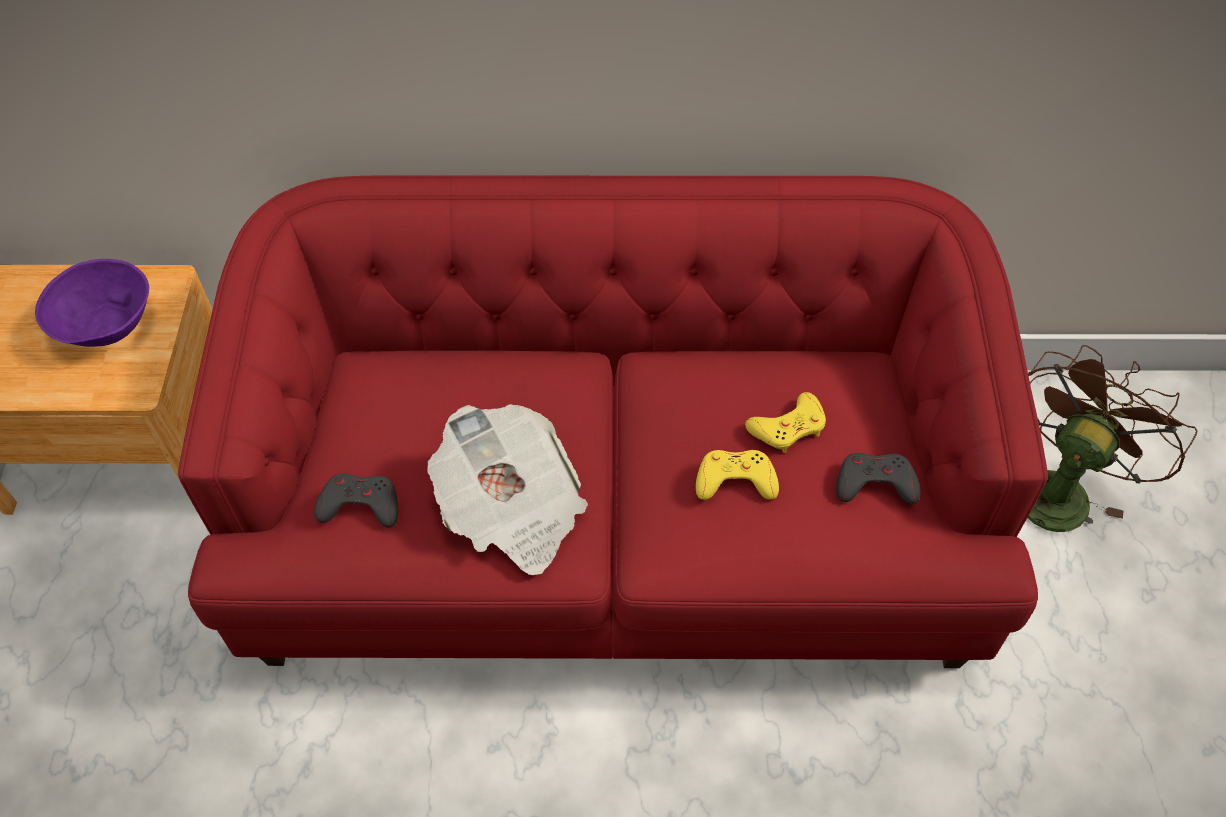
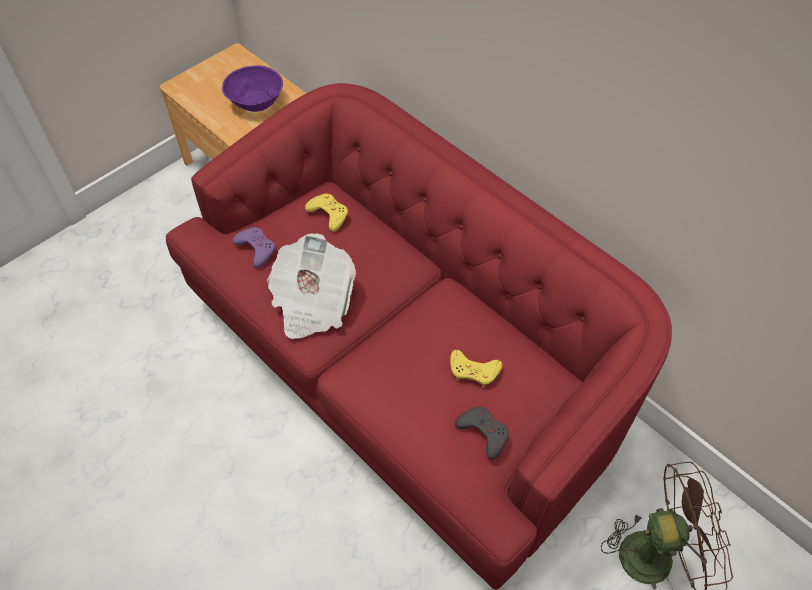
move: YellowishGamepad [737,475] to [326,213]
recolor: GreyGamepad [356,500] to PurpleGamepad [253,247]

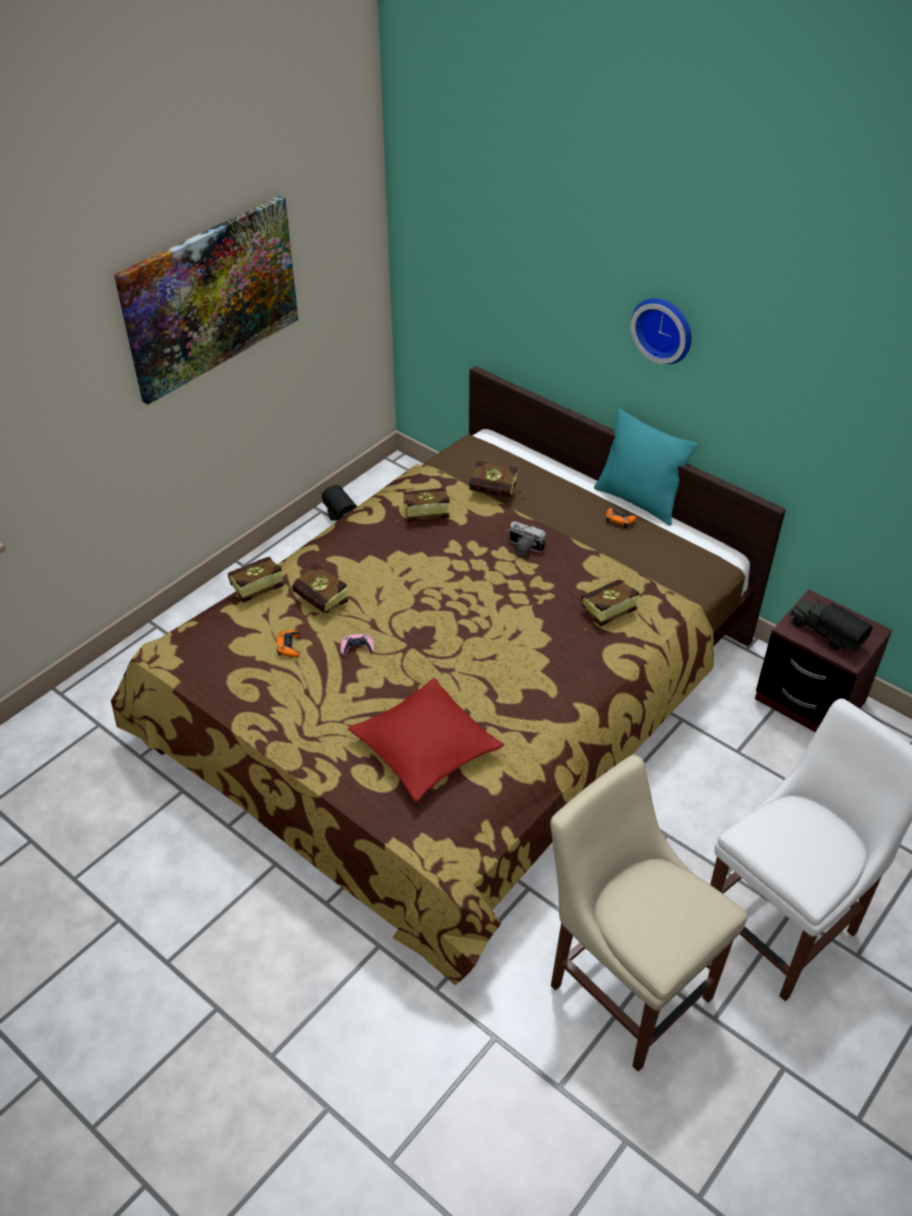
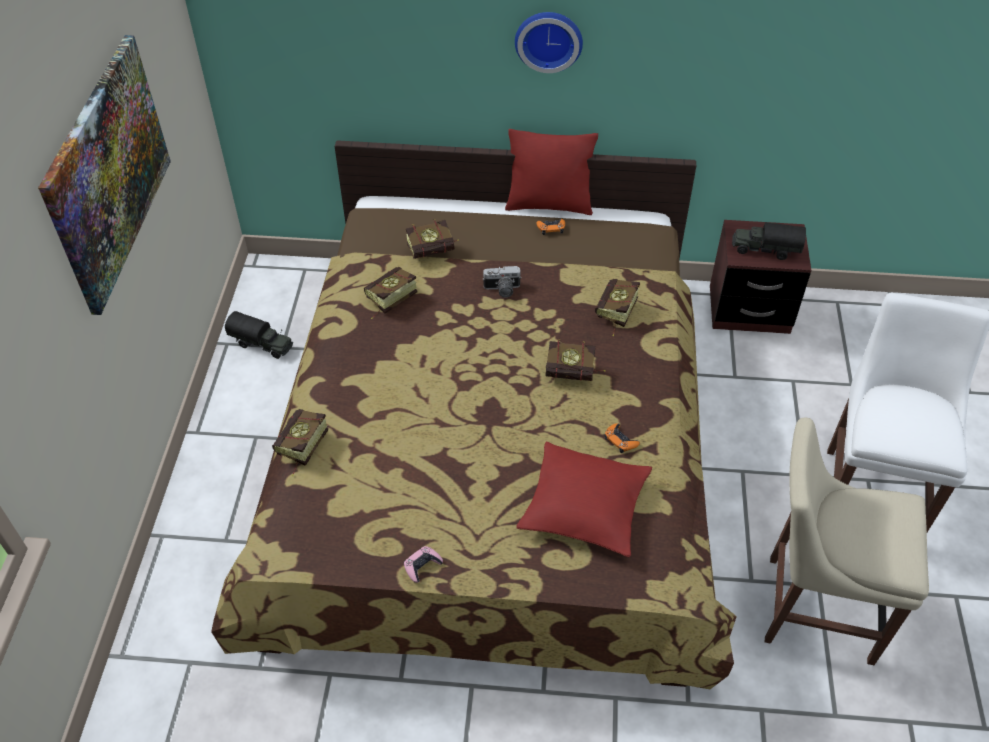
move: PinkGamepad [357,645] to [423,564]; BoundBook [322,588] to [575,360]; OrangeGamepad [288,643] to [622,438]
recolor: BlueGreenPillow [646,467] to RedColouredPillow [551,172]

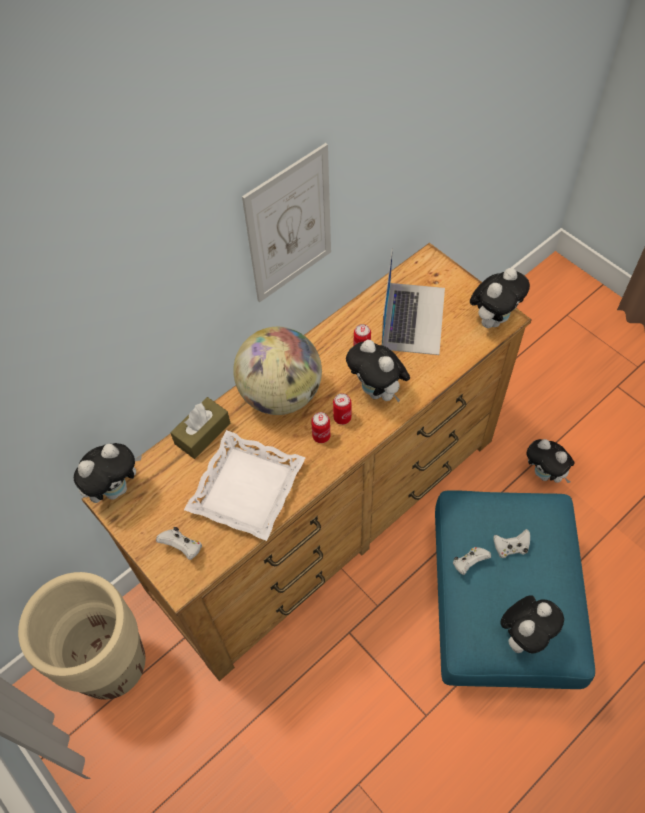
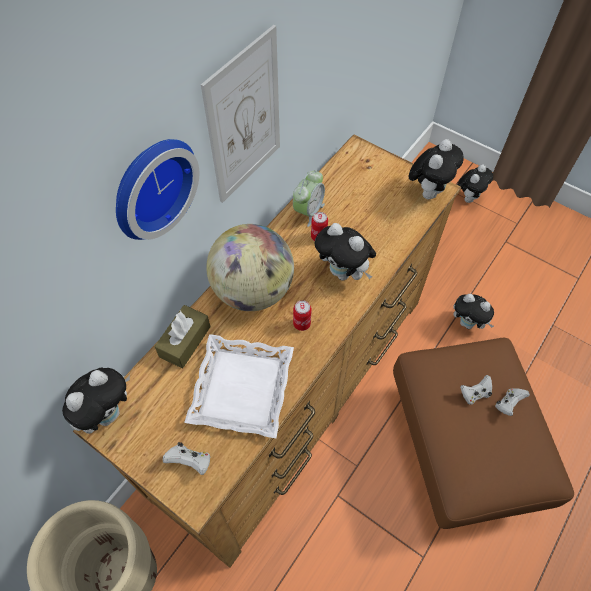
delete: SealedCan [342,409]; Laptop [413,301]
insert: WallClock [157,189]; TableClock [309,198]
move: CuddlyToy [532,624] to [475,183]; WhiteColouredGamepad [472,561] to [512,402]
recolor: BlueColouredFootrest [515,589] to BrownishFootrest [483,433]

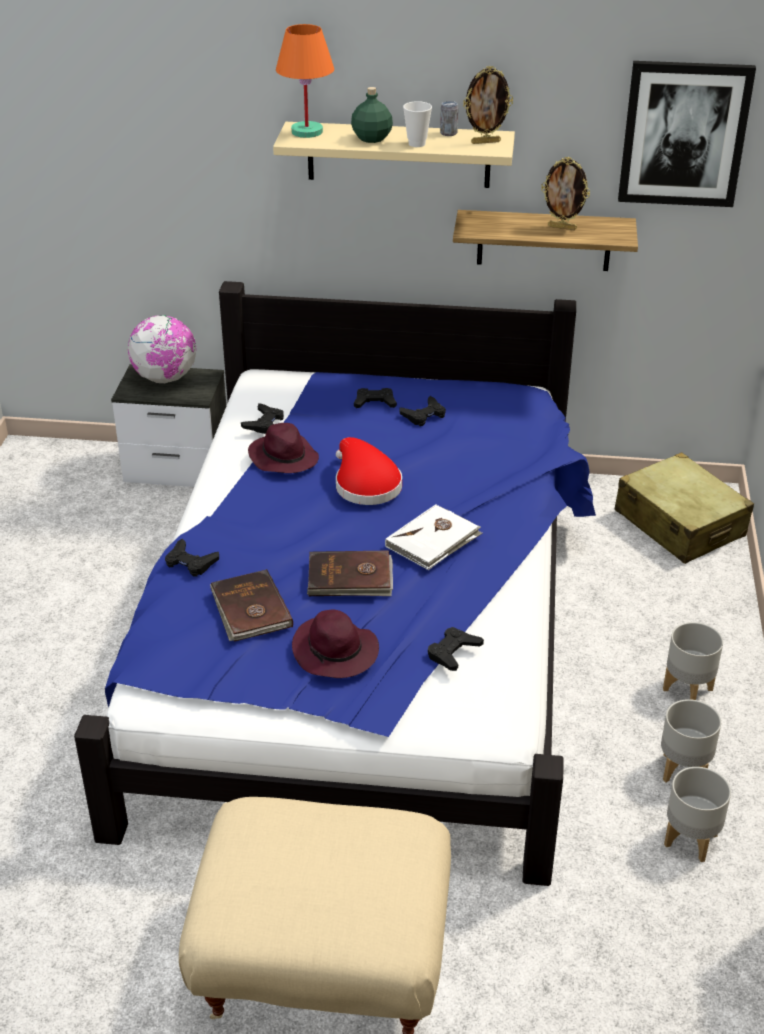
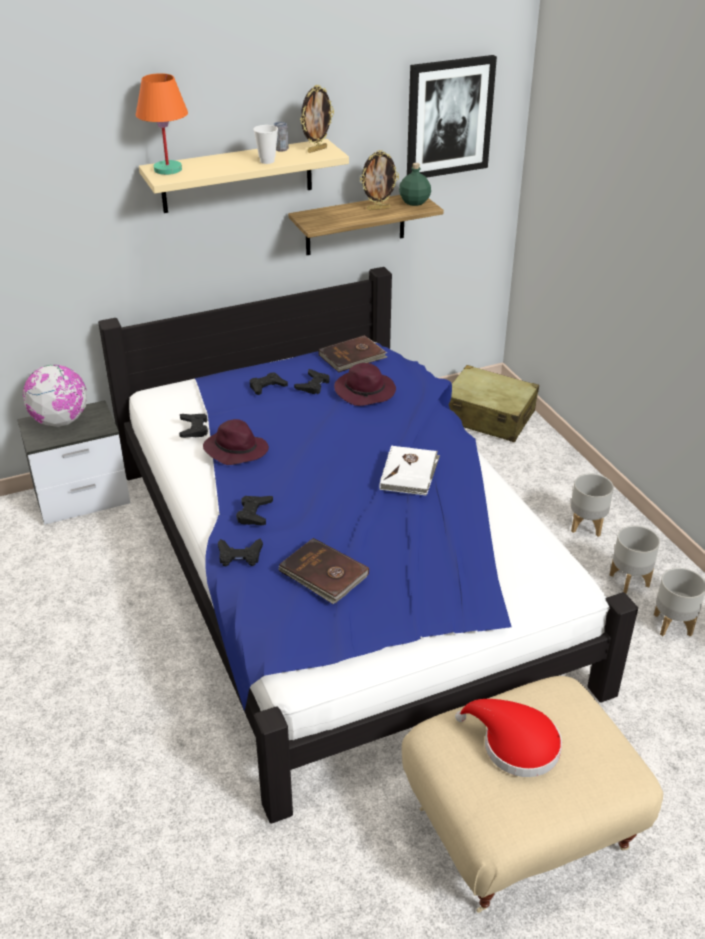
move: BlackishGamepad [456,649] to [254,511]; BrownishBoundBook [350,573] to [352,353]; PurpleClothingHat [335,644] to [365,384]; GreenColouredDrinkBottle [372,115] to [415,184]; RedColouredClothingHat [369,471] to [508,738]

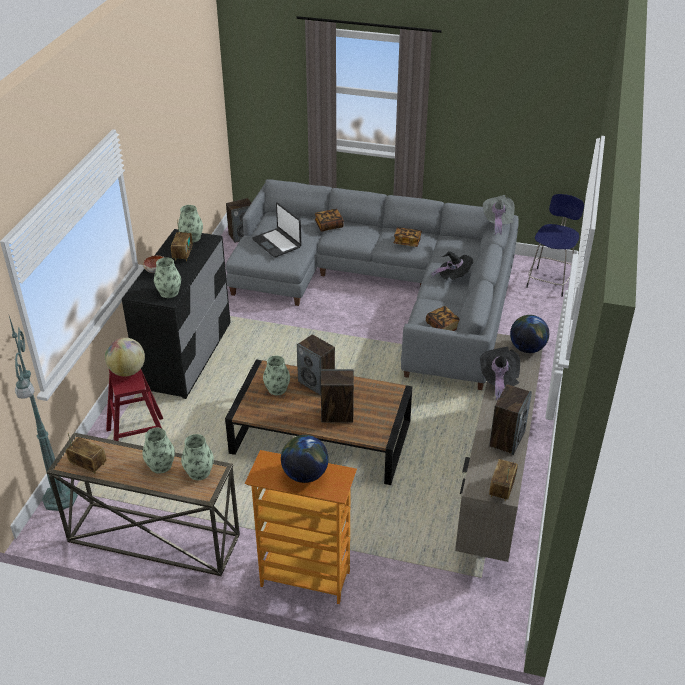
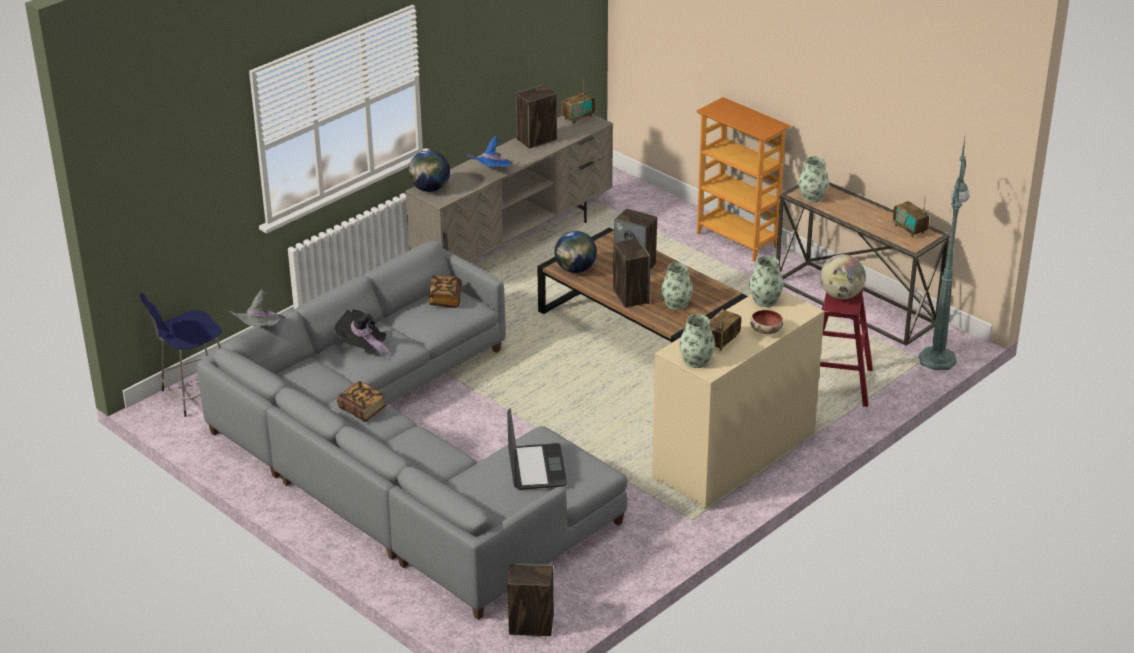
delete: FlowerVase [158,451]; BoundBook [329,220]
move: DeskGlobe [305,459] to [576,252]
recolor: BlackishClothingHat [500,373] to BlueColouredClothingHat [489,152]; BlackishDresser [176,314] to BeigeDresser [738,399]

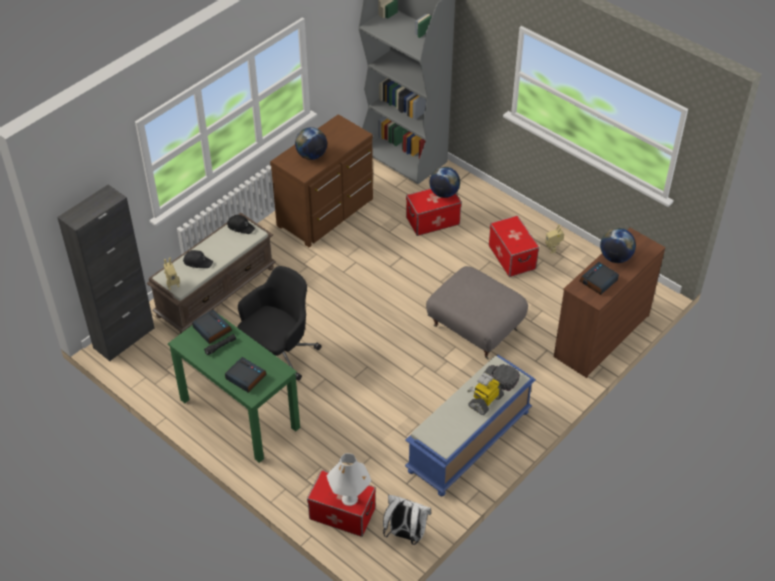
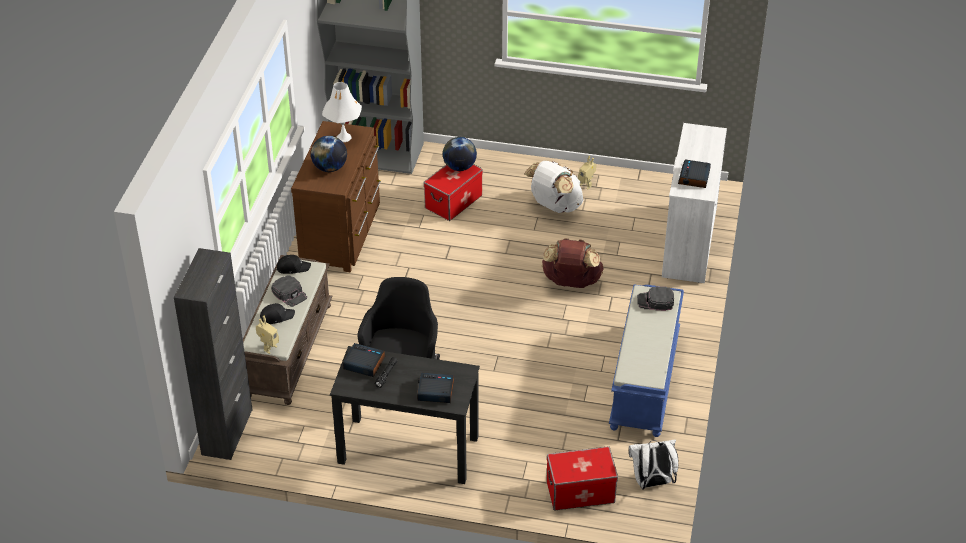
delete: RobotFigure [485,394]; DeskGlobe [618,245]
insert: BlackishBaseballCap [289,291]
move: WhiteColouredTableLamp [349,479] to [342,112]
replace: StorageBox [514,246] to WhiteColouredRucksack [554,187]; GreyFootrest [477,312] to BrownishRucksack [573,263]
recolor: GreenColouredDesk [234,387] to BlackishDesk [405,415]; BrownishDresser [610,303] to WhiteColouredDresser [694,203]

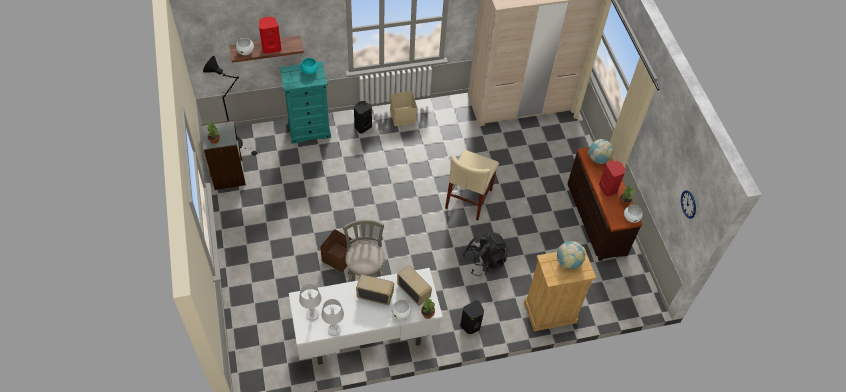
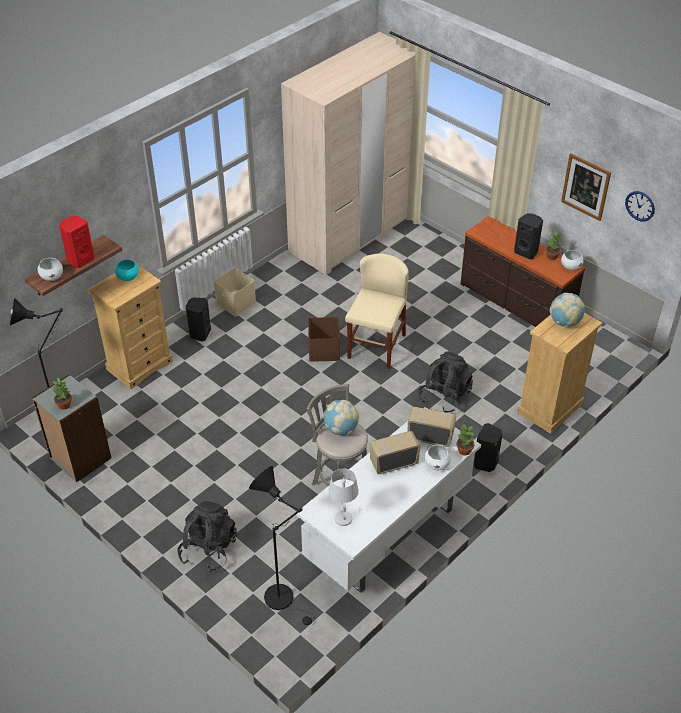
delete: WhiteColouredTableLamp [332,317]
insert: BlackishRucksack [207,536]; BlackishStandardLamp [282,545]; WallPicture [586,187]
move: BrownishStorageBox [337,250] to [324,339]; DeskGlobe [600,151] to [341,418]
recolor: BlueGreenDresser [305,102] to BeigeDresser [130,326]; RedColouredAudioSpeaker [612,178] to BlackishAudioSpeaker [528,236]
rotate: BeigeUprightChair [472,185] = [377,311] 150 degrees counterclockwise

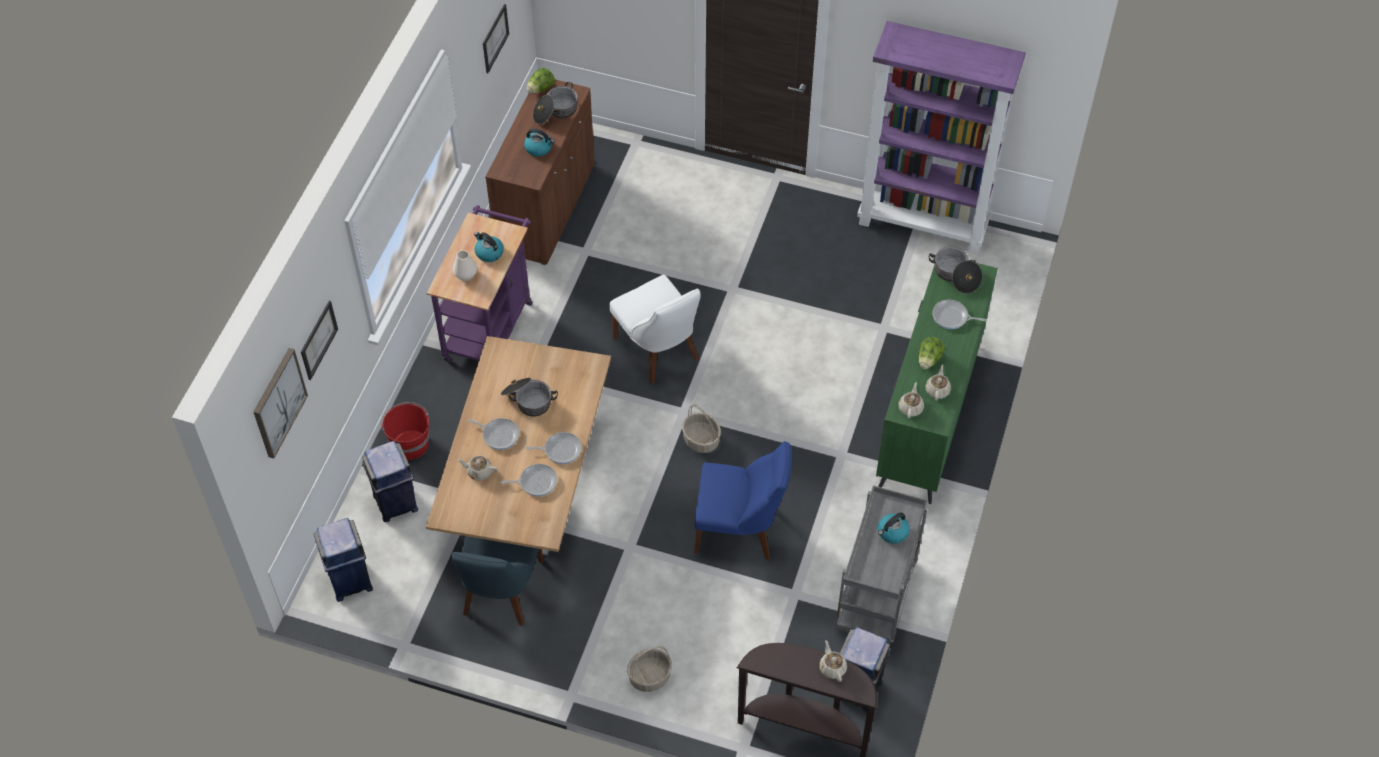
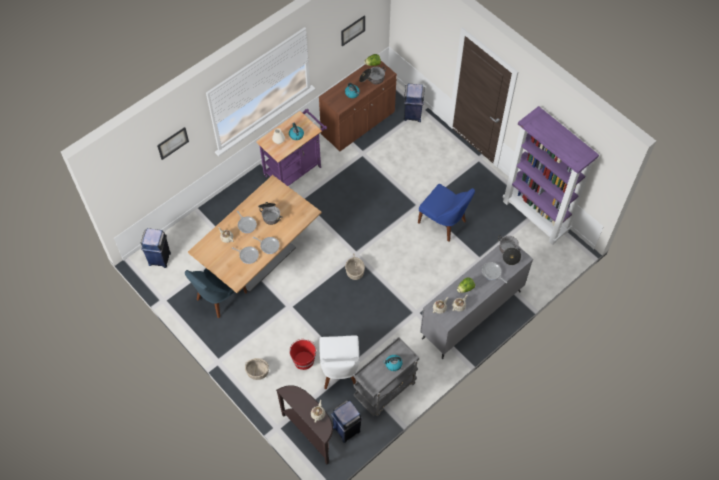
delete: WallPicture [281,403]
move: RedColouredWaterBucket [405,431] to [303,354]; WhiteColouredUprightChair [655,329] to [339,362]; BlueColouredTrashCan [390,481] to [414,103]; BlueColouredUprightChair [742,500] to [446,213]
recolor: GreenColouredDresser [937,383] to GreyDresser [476,301]

